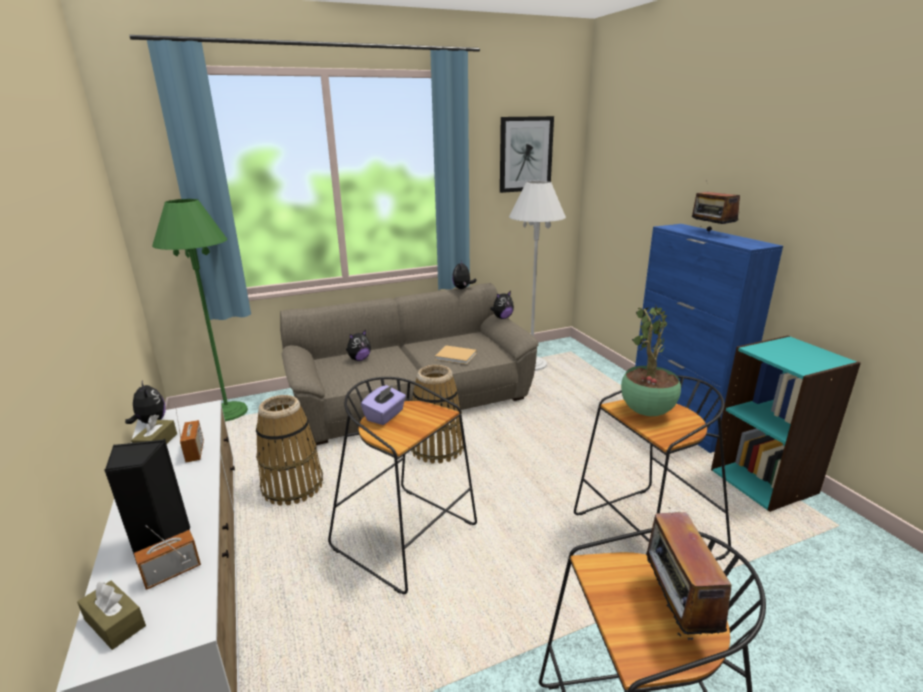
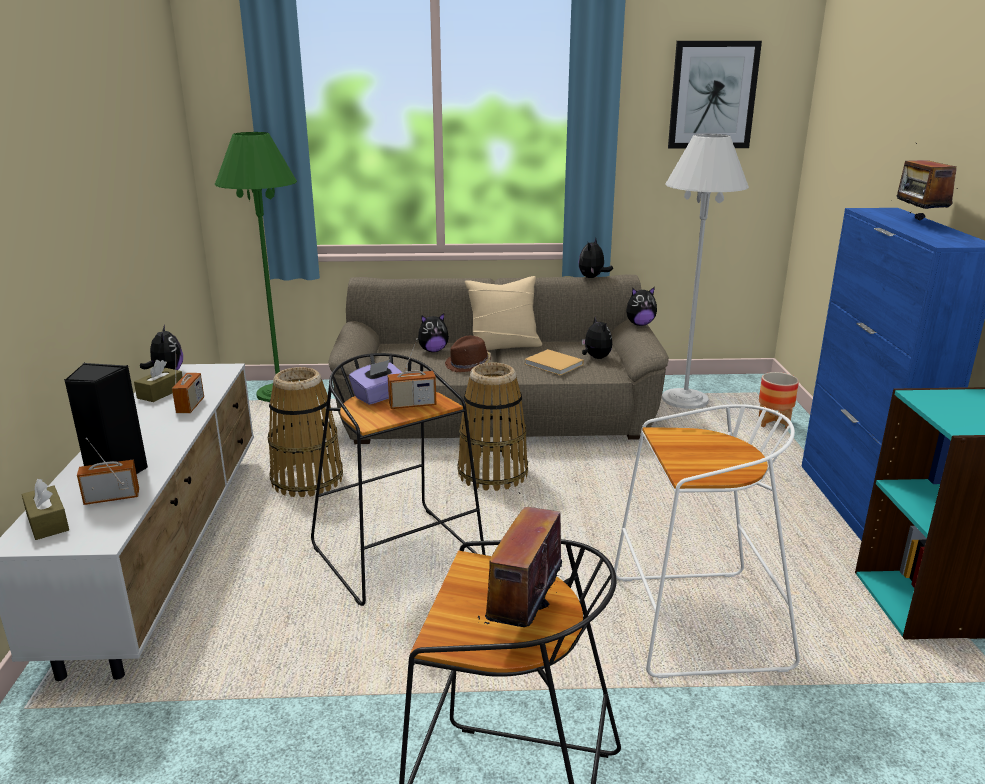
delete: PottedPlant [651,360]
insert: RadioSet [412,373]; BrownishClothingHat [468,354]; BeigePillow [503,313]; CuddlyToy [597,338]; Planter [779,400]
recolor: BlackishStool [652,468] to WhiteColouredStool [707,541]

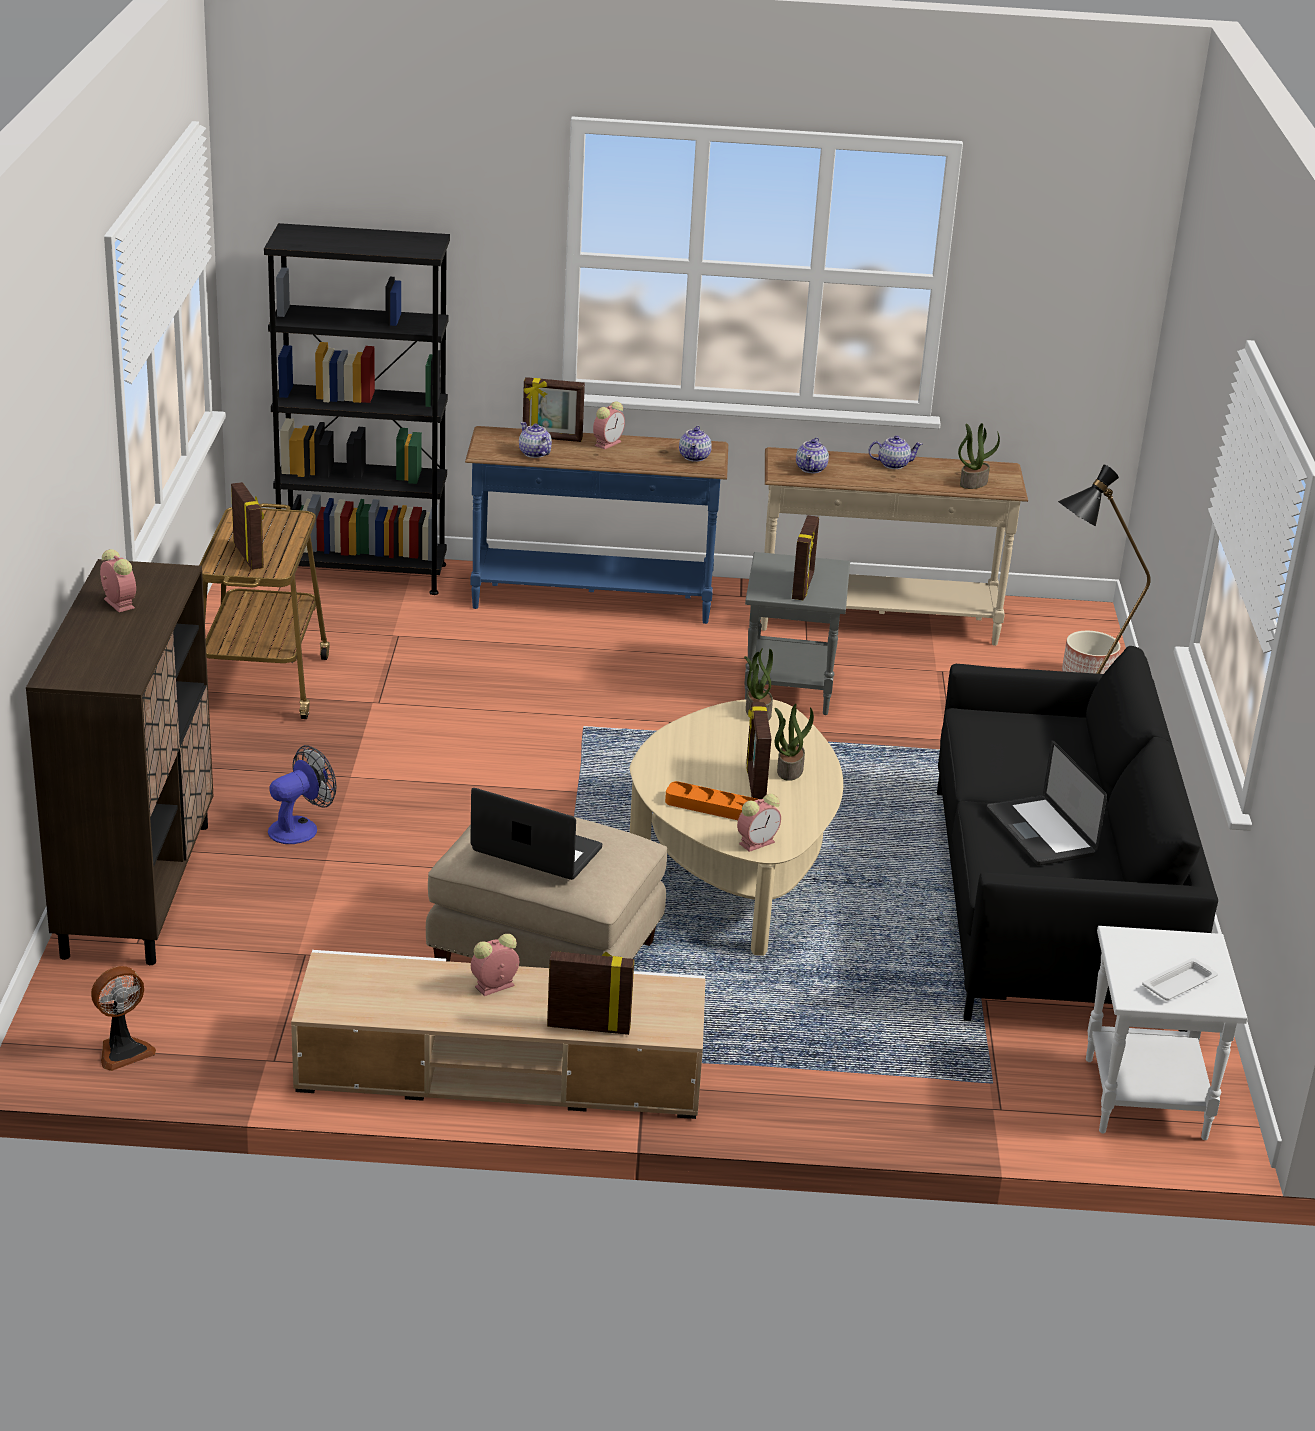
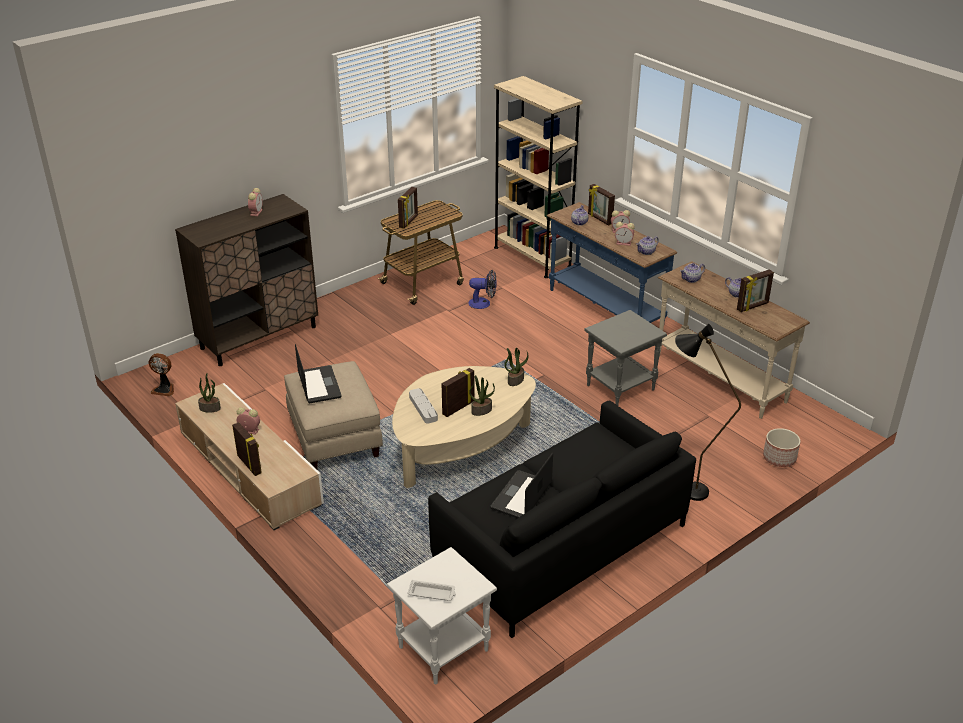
move: PottedPlant [979,456] to [209,393]; CoolingFan [302,794] to [482,289]; TableClock [759,823] to [625,234]; StandingFrame [805,557] to [755,290]
recolor: OrangeTray [711,800] to GreyTray [423,405]; BlackishShelvingUnit [357,409] to BeigeShelvingUnit [538,177]

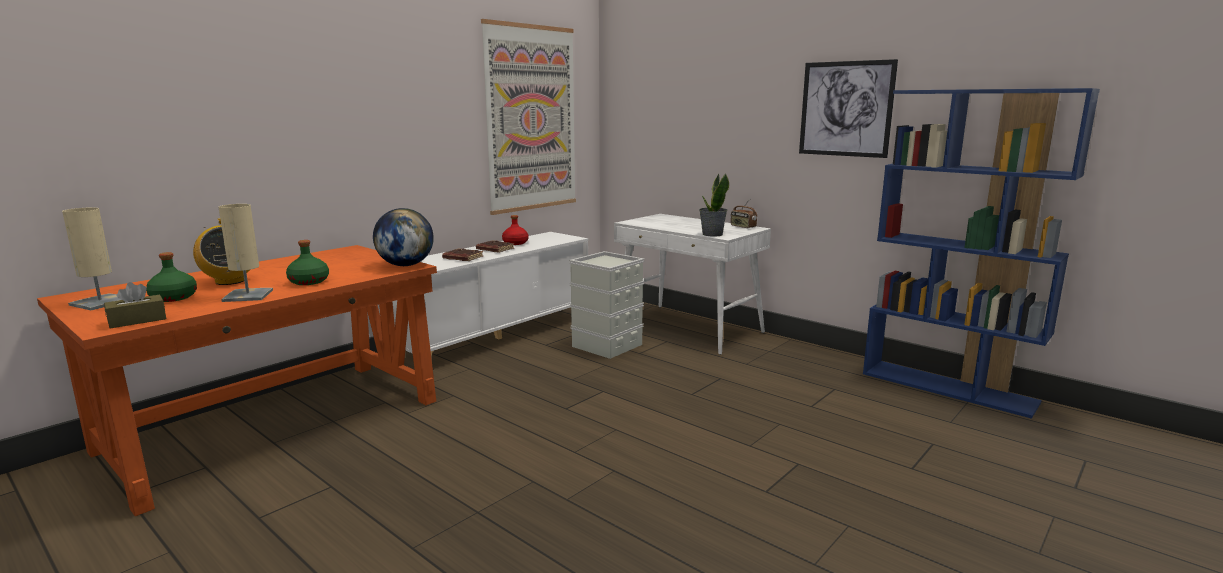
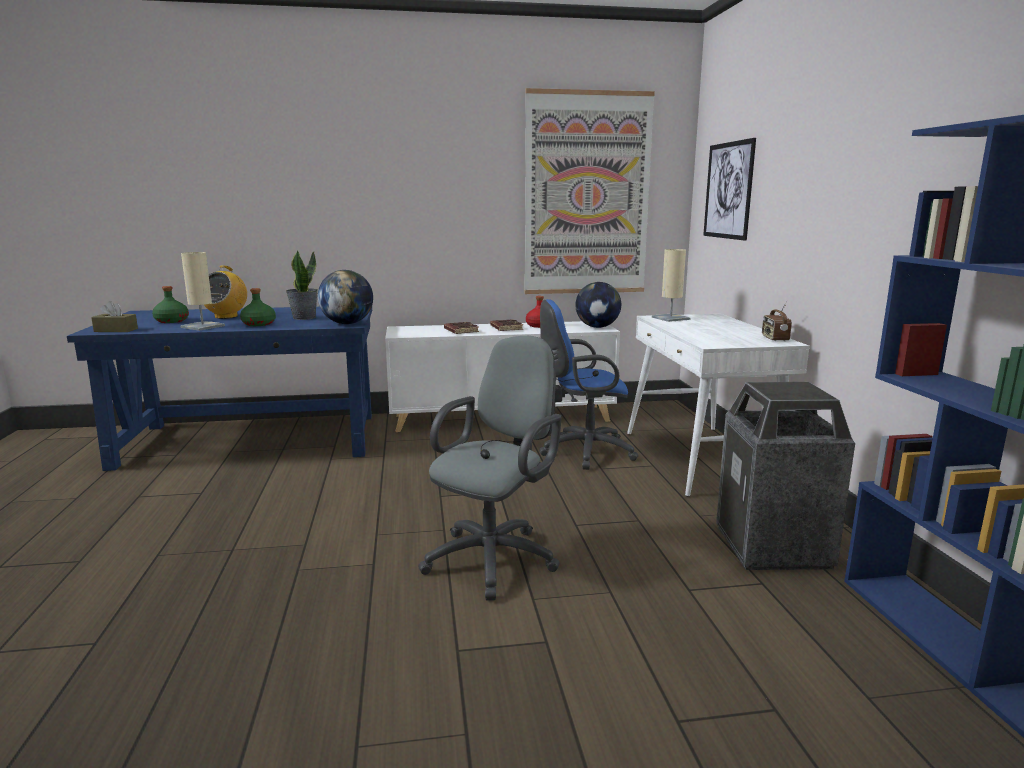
insert: GreyComputerChair [489,468]; DeskGlobe [598,305]; TrashCan [785,476]
move: PottedPlant [714,205] to [302,285]; BeigeTableLamp [91,258] to [671,285]; WallPicture [848,108] to [729,189]
replace: GreyStorageBox [607,305] to BlueColouredComputerChair [589,384]
recolor: OrangeDesk [237,380] to BlueColouredDesk [219,389]

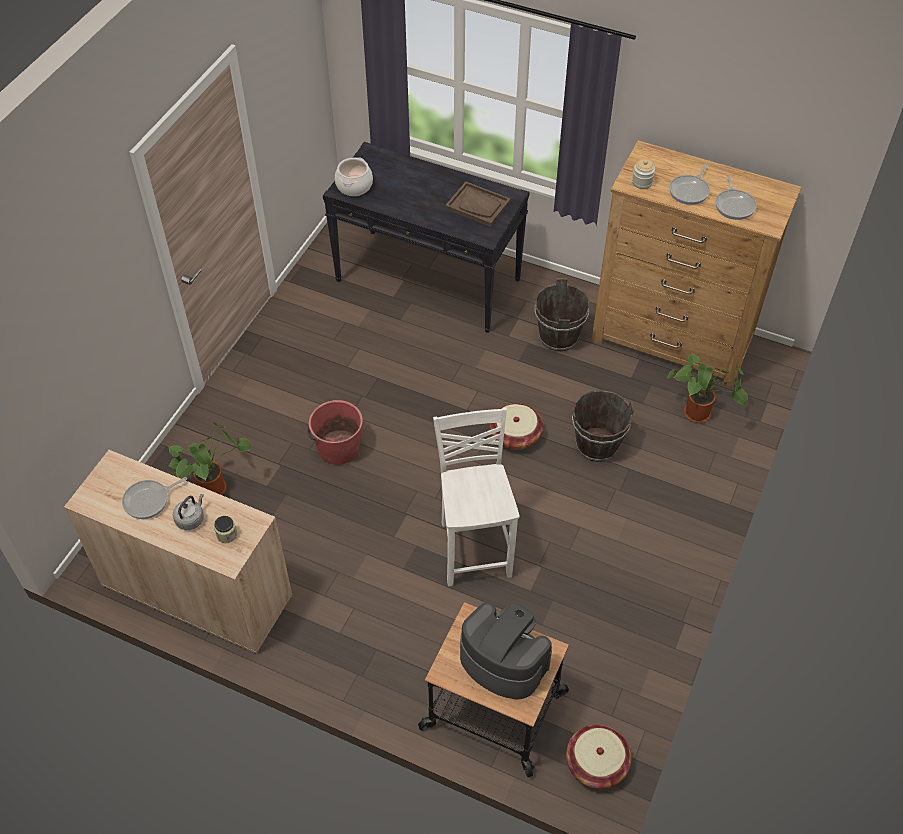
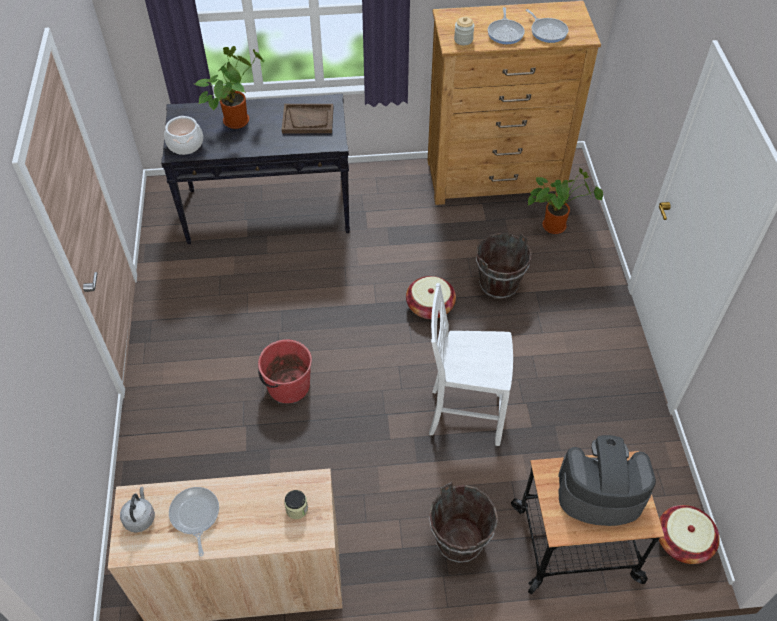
move: GreyKettle [188,512] to [137,510]; PottedPlant [210,458] to [230,87]; BrownishWaterBucket [562,315] to [463,522]
rotate: FryingPan [154,498] = [194,521] 135 degrees clockwise; WhiteColouredUprightChair [476,497] = [471,364] 45 degrees counterclockwise

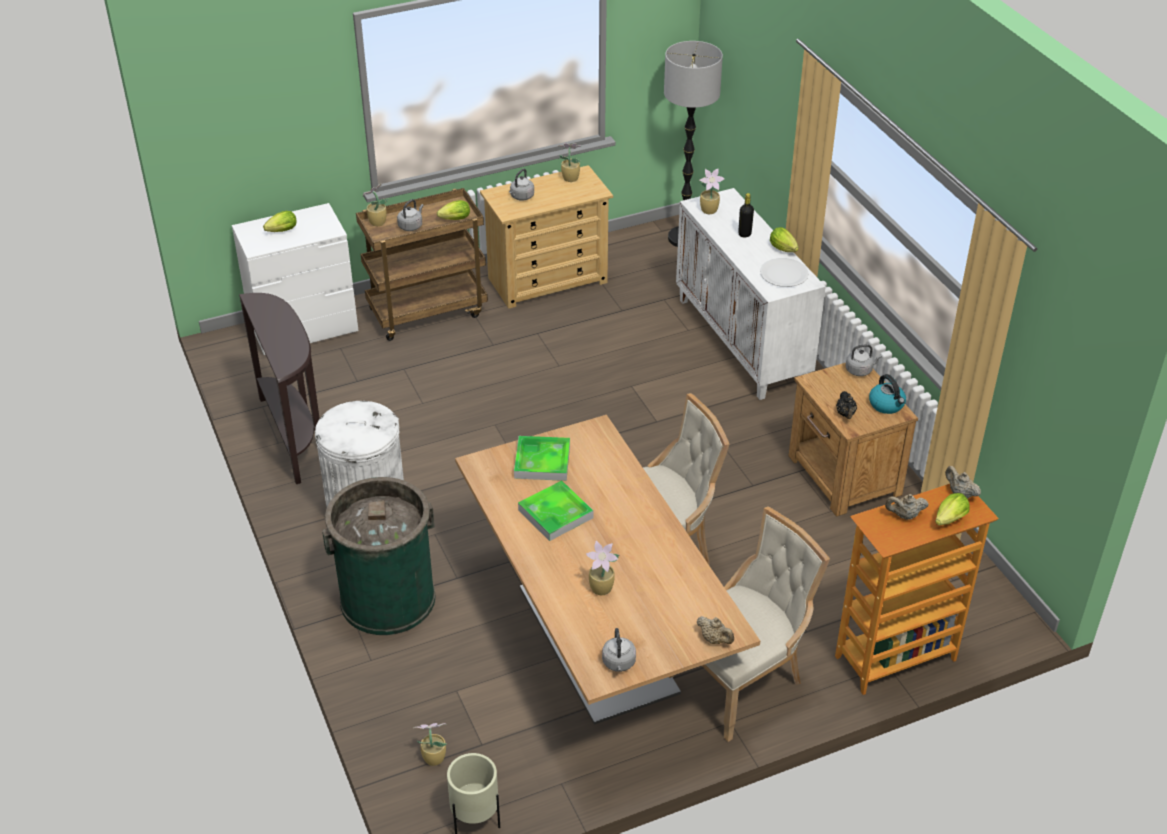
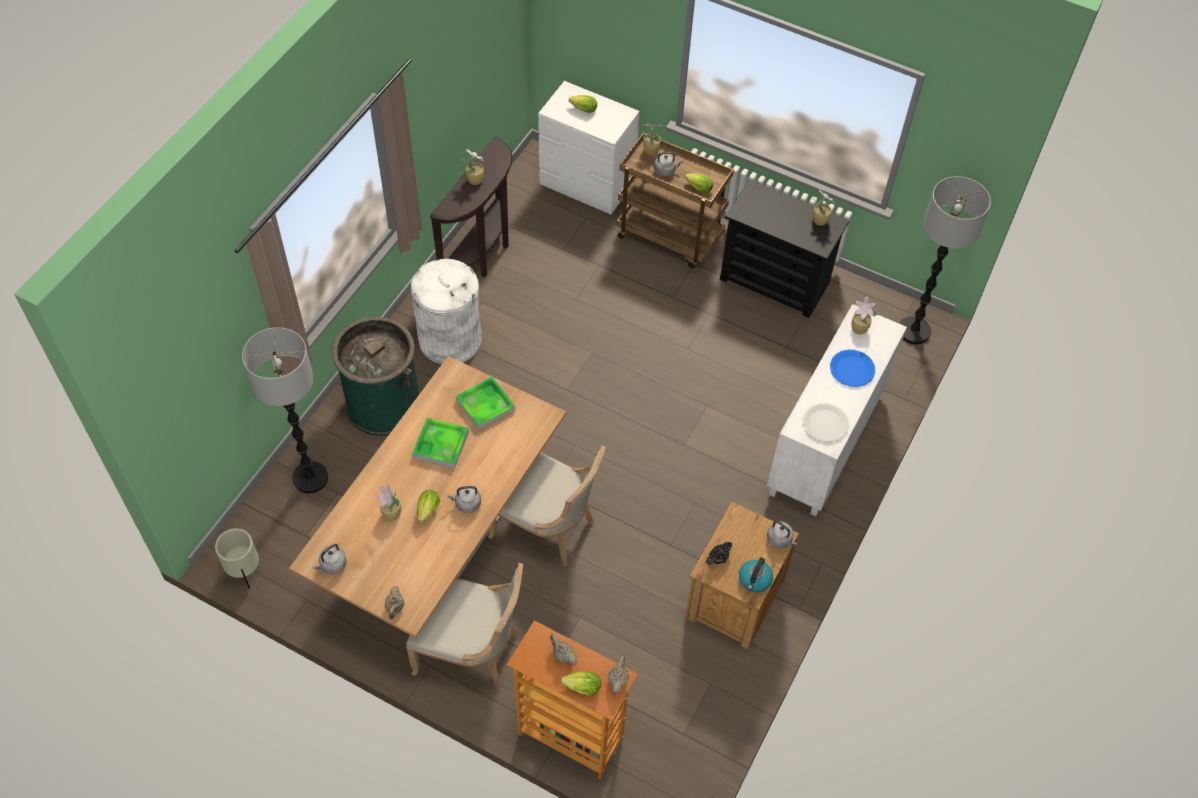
insert: StandardLamp [285,410]
move: HeadOfLettuce [784,239] to [428,506]; GreyKettle [521,185] to [464,499]; PottedPlant [430,744] to [473,167]
replace: BlackishDrinkBottle [746,215] to BlueColouredDinnerPlate [852,368]
recolor: BeigeDresser [546,237] to BlackishDresser [785,249]

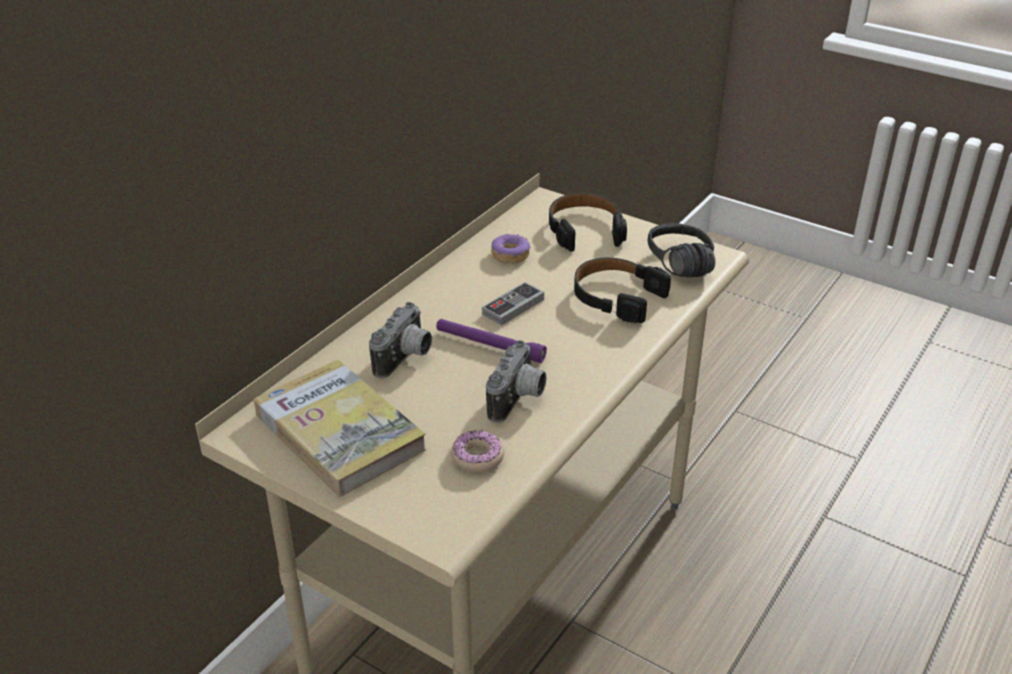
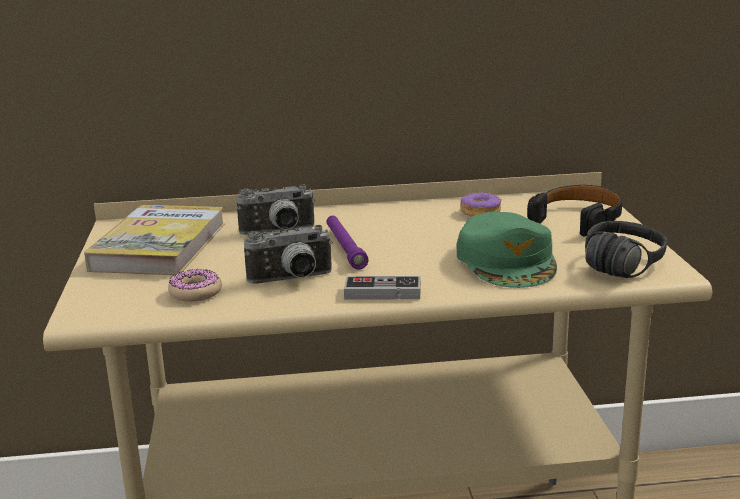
move: Gamepad [513,304] to [382,287]
replace: BlackishHeadset [622,290] to GreenColouredBaseballCap [507,250]

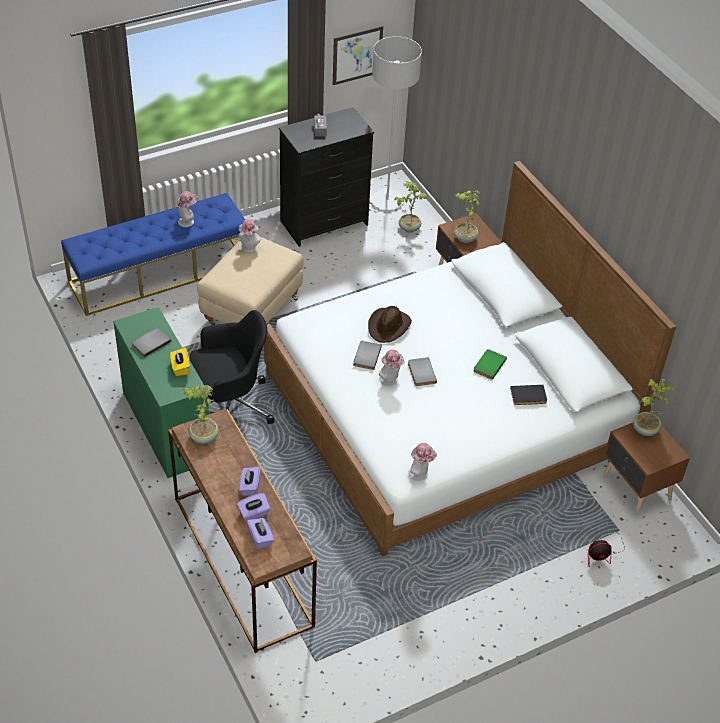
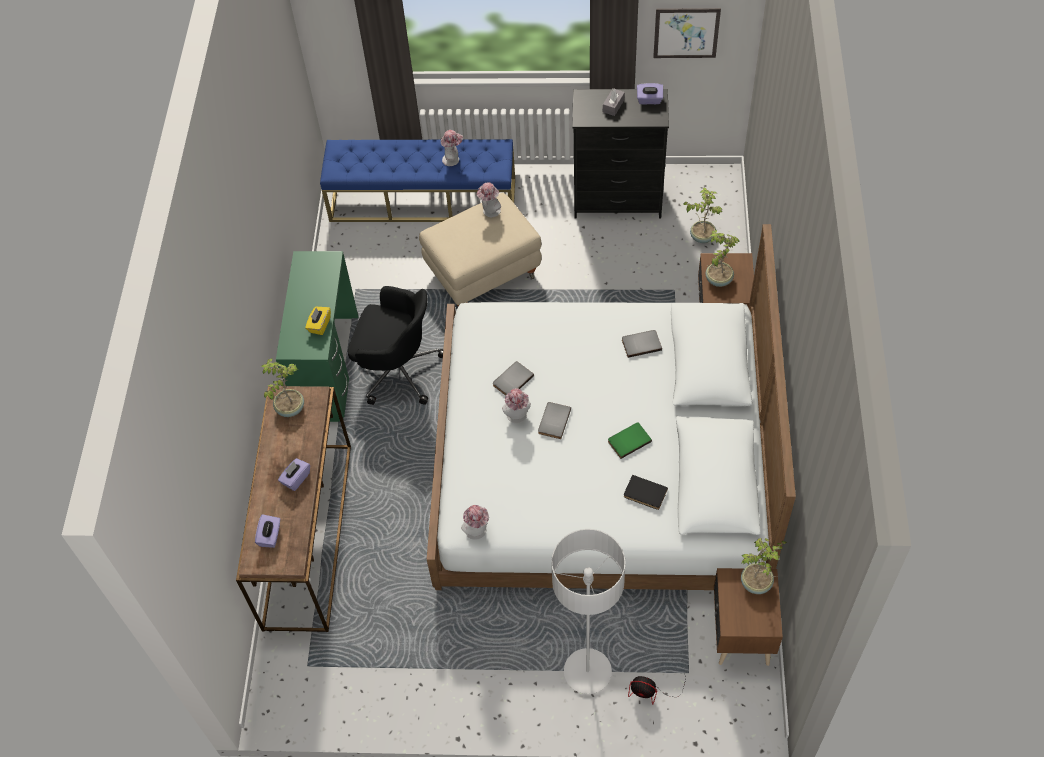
delete: BrownishClothingHat [390,324]
move: GreyStandardLamp [396,123] to [588,611]; GreyBoundBook [151,342] to [642,344]; PurpleBoxOfTissues [254,507] to [650,93]

